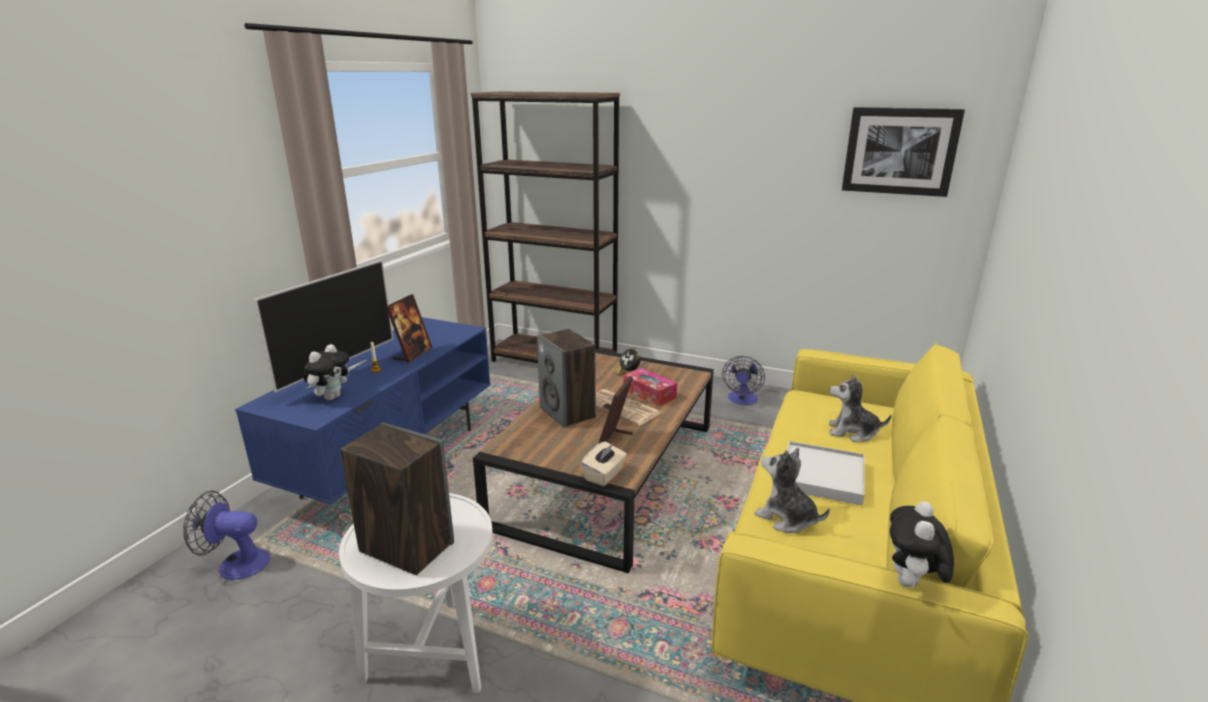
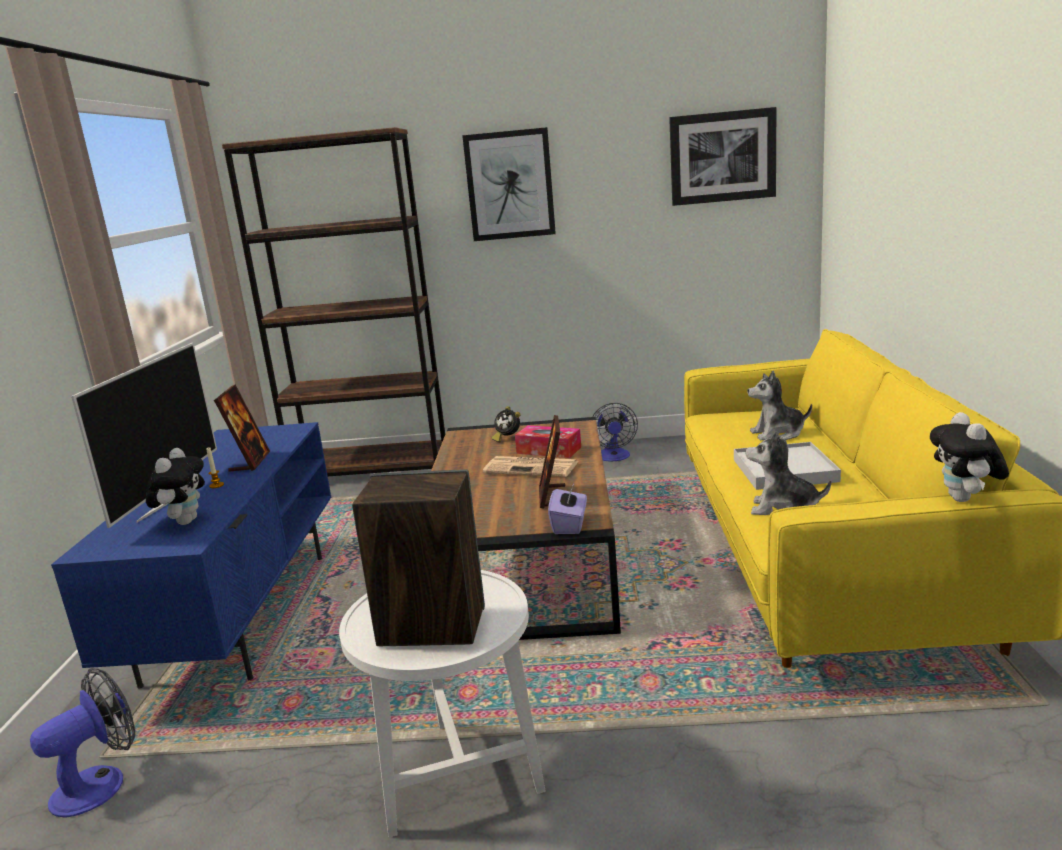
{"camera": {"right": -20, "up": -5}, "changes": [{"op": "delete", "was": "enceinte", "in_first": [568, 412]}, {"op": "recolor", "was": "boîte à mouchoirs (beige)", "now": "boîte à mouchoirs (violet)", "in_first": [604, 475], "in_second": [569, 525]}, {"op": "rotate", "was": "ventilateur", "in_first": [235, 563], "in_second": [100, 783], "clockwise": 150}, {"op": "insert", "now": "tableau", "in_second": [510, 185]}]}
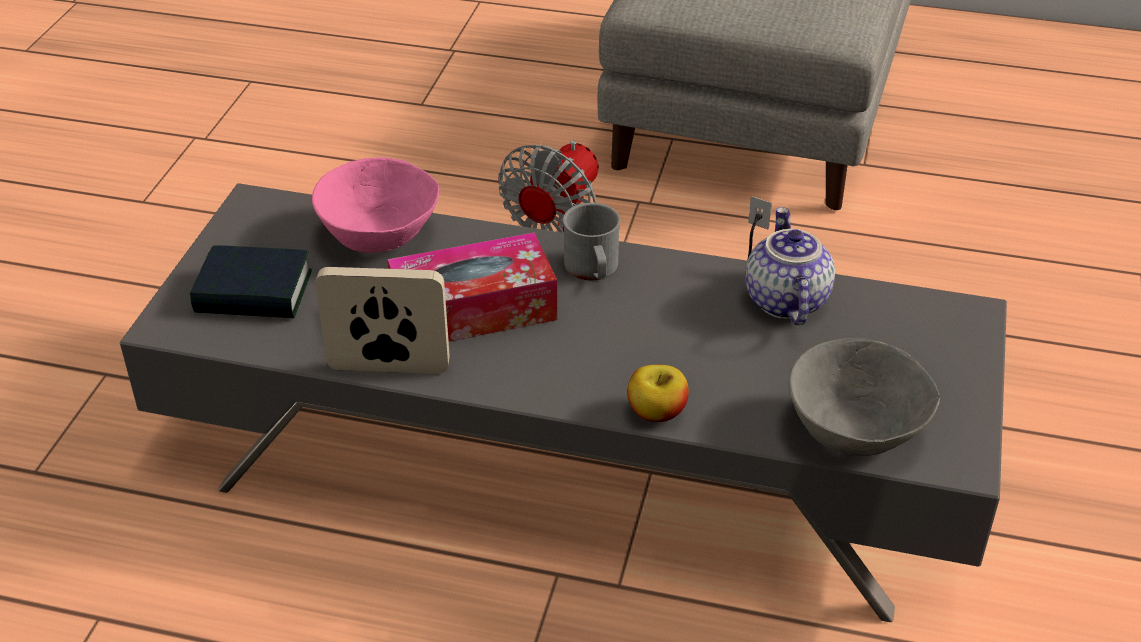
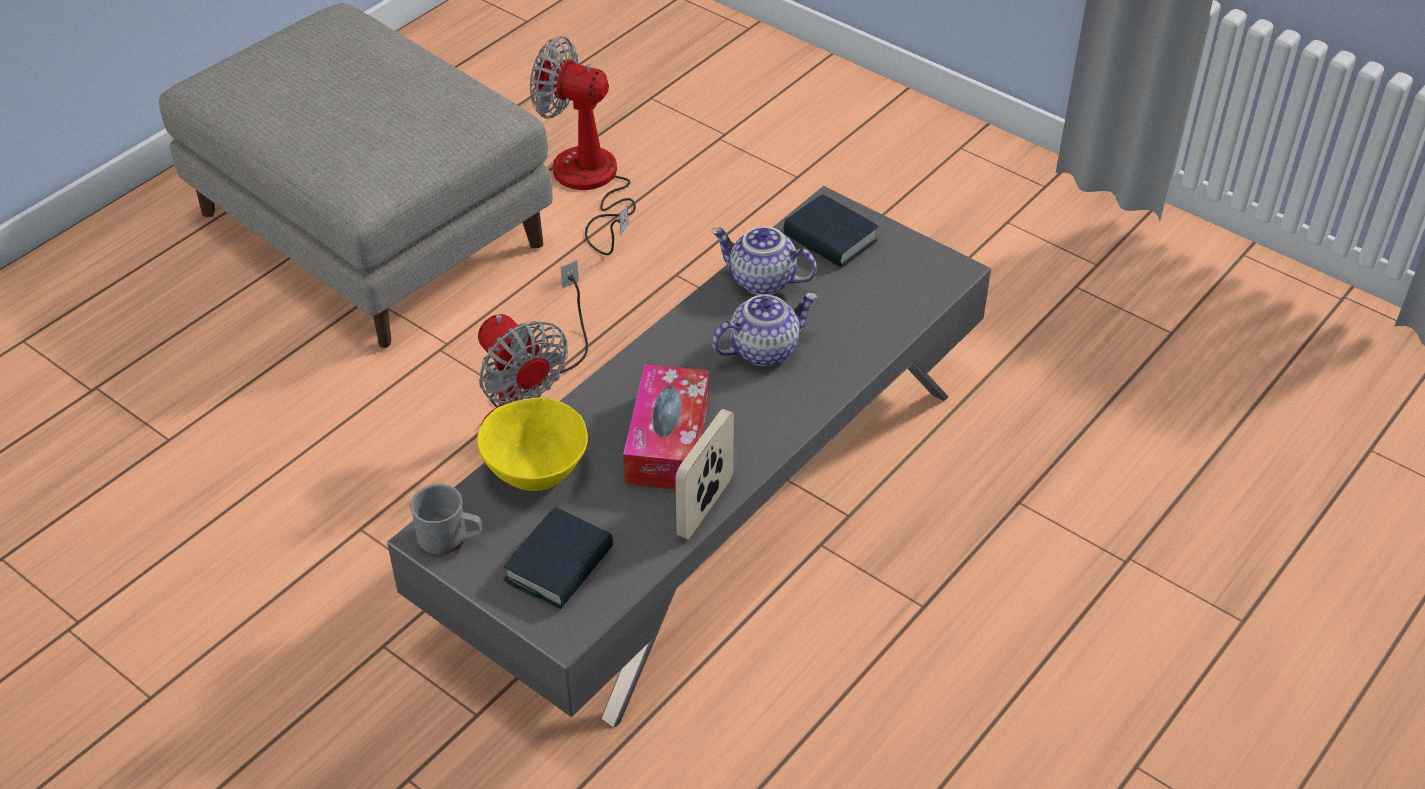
{"camera": {"right": -65, "up": 5}, "changes": [{"op": "recolor", "was": "bol (rose)", "now": "bol (jaune)", "in_first": [378, 237], "in_second": [537, 469]}, {"op": "move", "was": "mug (gris)", "in_first": [593, 270], "in_second": [450, 537]}, {"op": "delete", "was": "bol (gris)", "in_first": [853, 432]}, {"op": "delete", "was": "pomme", "in_first": [656, 412]}, {"op": "insert", "now": "ventilateur", "in_second": [590, 185]}, {"op": "insert", "now": "livre", "in_second": [830, 239]}, {"op": "insert", "now": "théière", "in_second": [764, 349]}]}
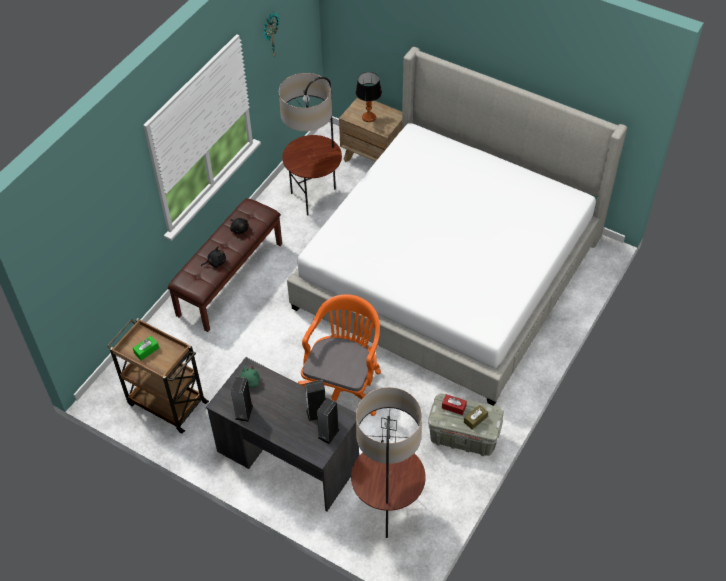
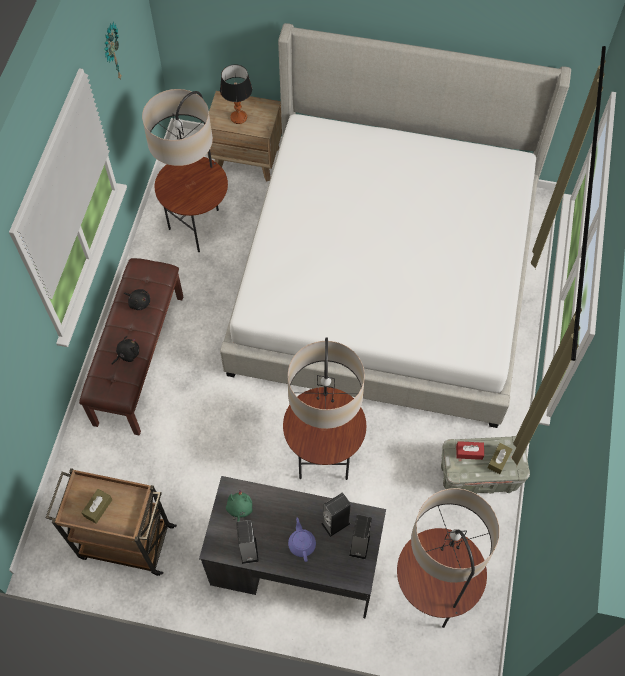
{"camera": {"right": -20, "up": 10}, "changes": [{"op": "replace", "was": "chaise de bureau (orange)", "now": "lampadaire", "in_first": [343, 386], "in_second": [323, 456]}, {"op": "recolor", "was": "boîte à mouchoirs (vert)", "now": "boîte à mouchoirs (marron)", "in_first": [146, 351], "in_second": [98, 508]}, {"op": "insert", "now": "théière (violet)", "in_second": [302, 544]}]}
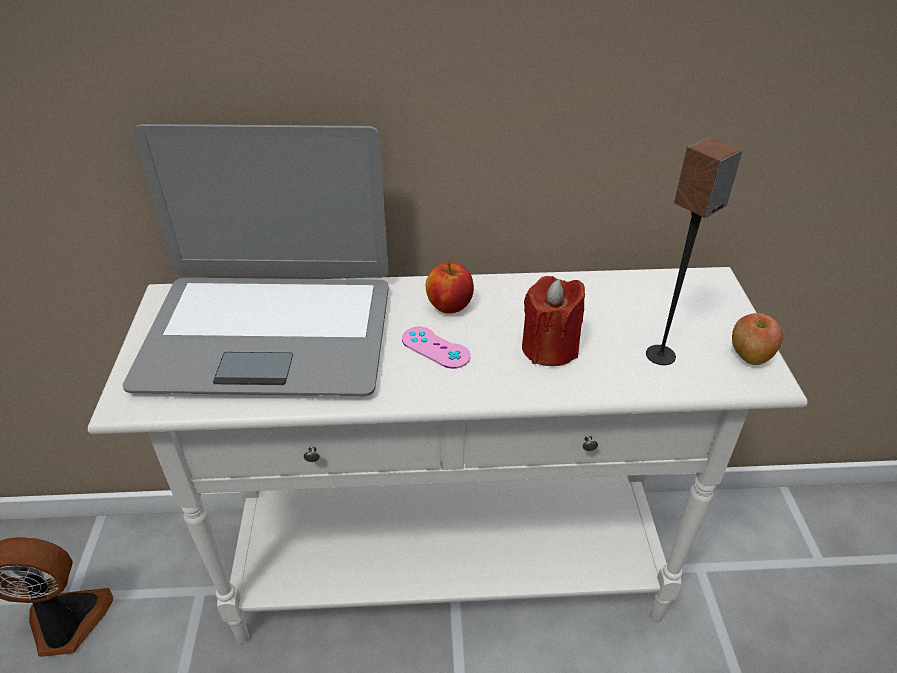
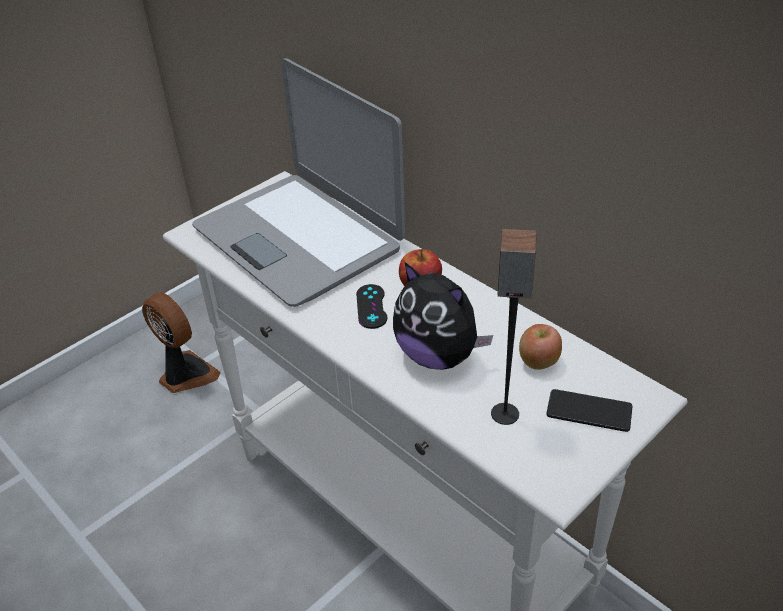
{"camera": {"right": 50, "up": 0}, "changes": [{"op": "replace", "was": "bougie (rouge)", "now": "peluche", "in_first": [549, 348], "in_second": [438, 355]}, {"op": "move", "was": "pomme", "in_first": [749, 356], "in_second": [538, 362]}, {"op": "recolor", "was": "manette (rose)", "now": "manette (noir)", "in_first": [435, 348], "in_second": [371, 306]}, {"op": "insert", "now": "téléphone", "in_second": [589, 411]}]}
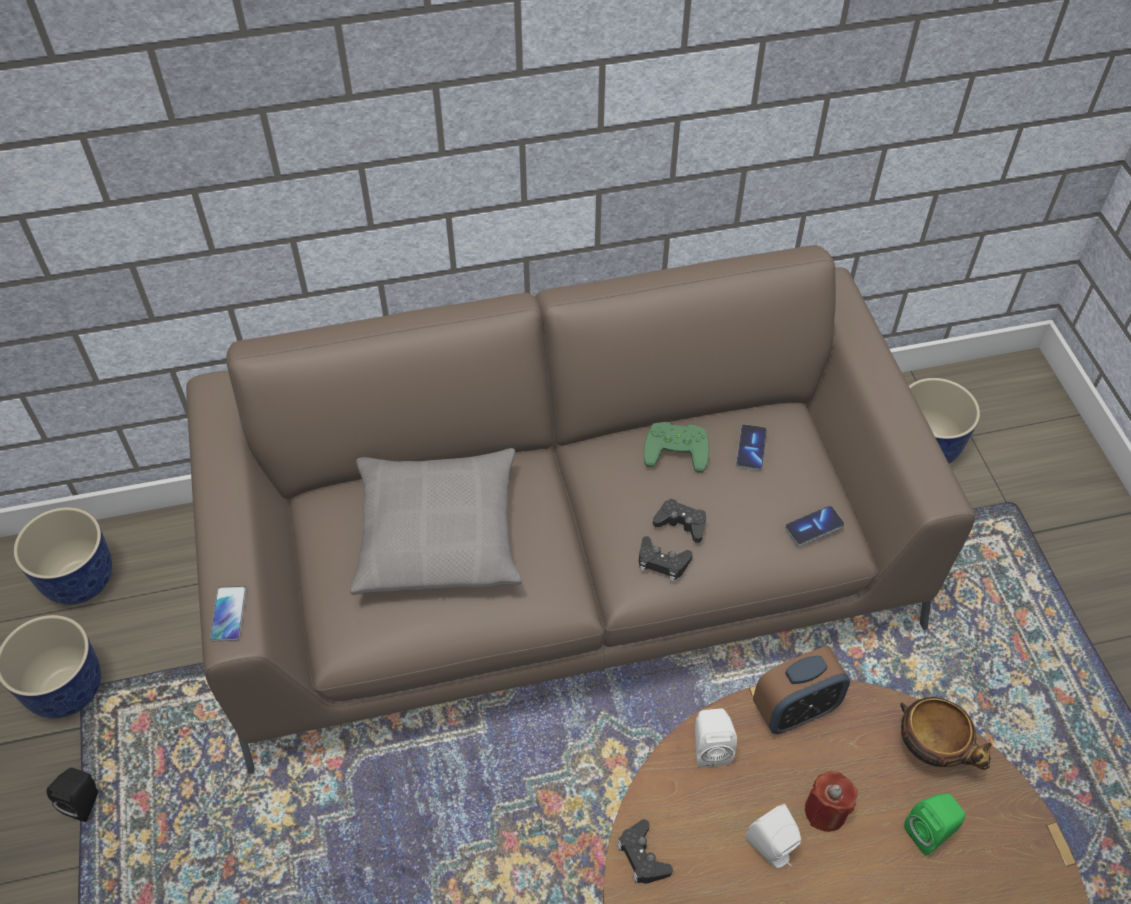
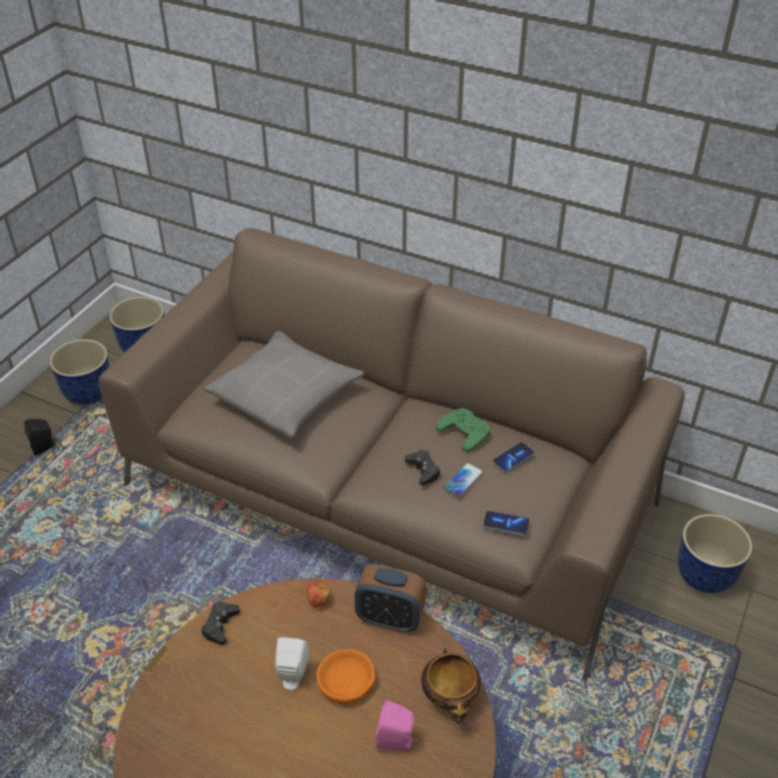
{"camera": {"right": 40, "up": -10}, "changes": [{"op": "delete", "was": "manette (noir)", "in_first": [662, 562]}, {"op": "move", "was": "téléphone", "in_first": [228, 614], "in_second": [463, 480]}, {"op": "replace", "was": "enceinte (blanc)", "now": "pomme", "in_first": [710, 747], "in_second": [318, 601]}, {"op": "replace", "was": "bougie (rouge)", "now": "bol (orange)", "in_first": [825, 811], "in_second": [346, 682]}, {"op": "recolor", "was": "enceinte (vert)", "now": "enceinte (rose)", "in_first": [930, 832], "in_second": [396, 741]}]}
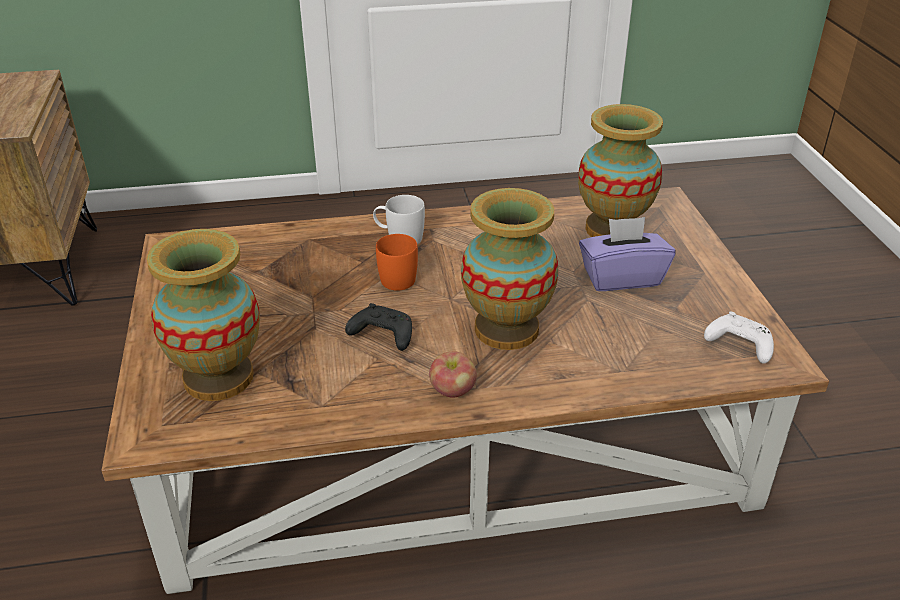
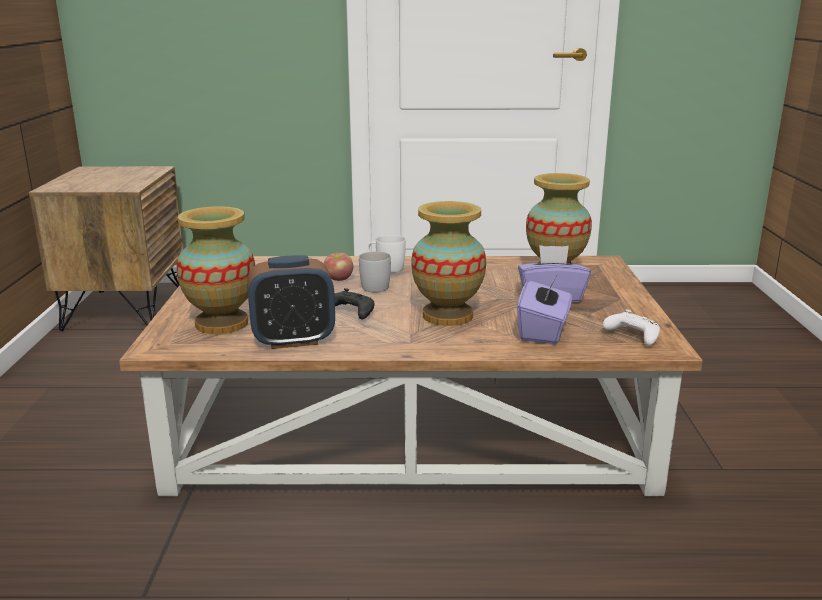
{"camera": {"right": 10, "up": -15}, "changes": [{"op": "recolor", "was": "mug (orange)", "now": "mug (blanc)", "in_first": [399, 276], "in_second": [377, 286]}, {"op": "move", "was": "pomme", "in_first": [453, 391], "in_second": [339, 279]}, {"op": "insert", "now": "réveil", "in_second": [293, 340]}, {"op": "insert", "now": "boîte à mouchoirs (violet)", "in_second": [543, 331]}]}
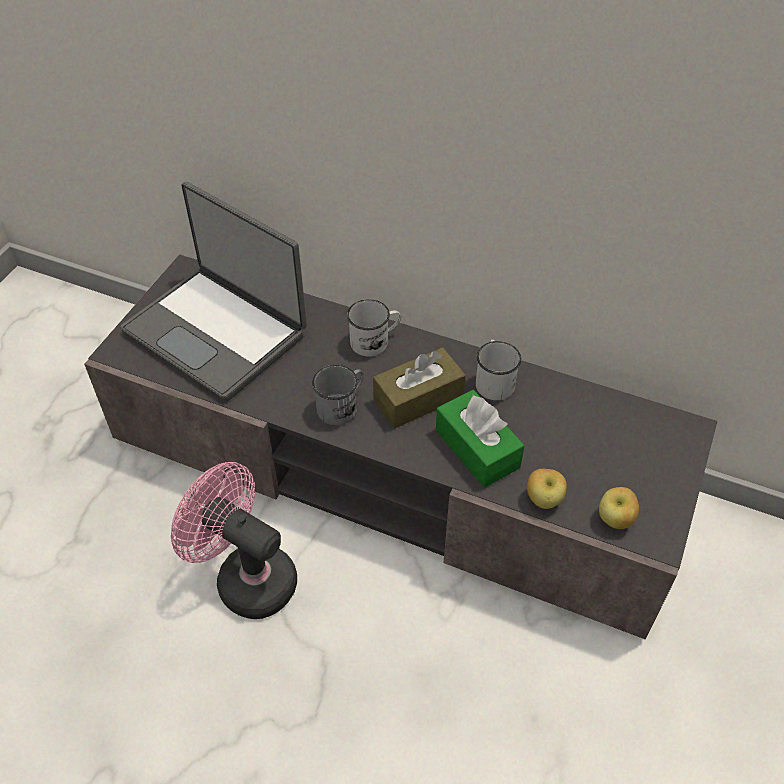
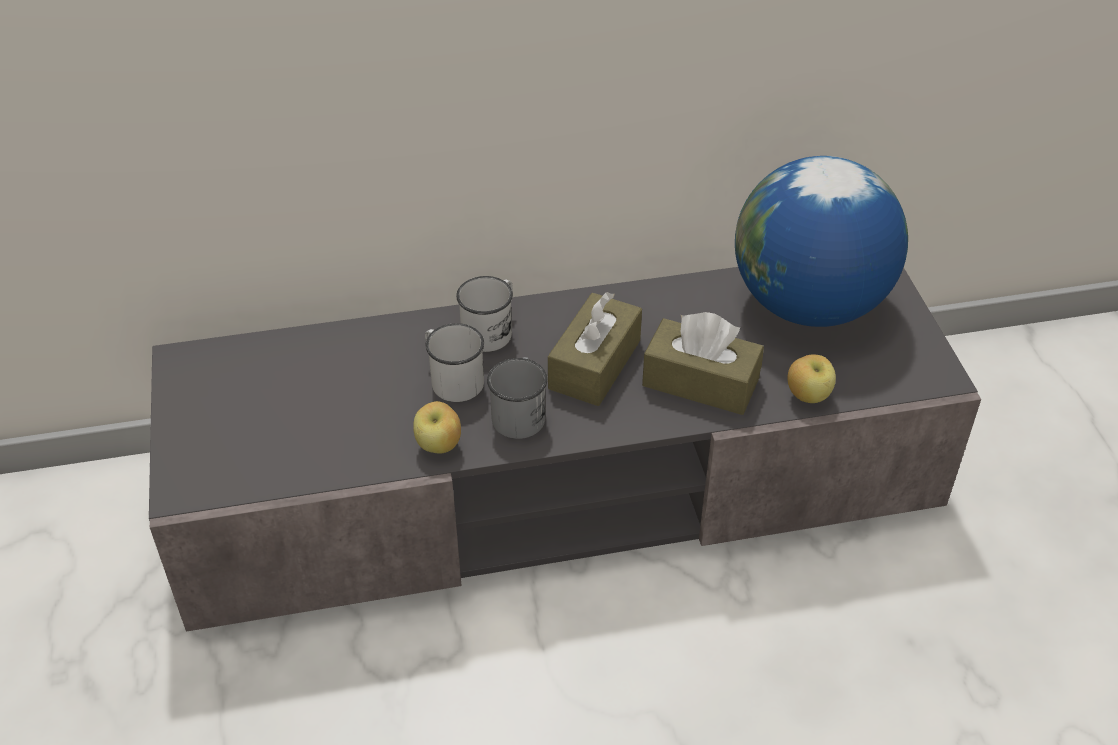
{"camera": {"right": -35, "up": -5}, "changes": [{"op": "delete", "was": "ordinateur portable", "in_first": [217, 332]}, {"op": "move", "was": "mug (blanc)", "in_first": [493, 380], "in_second": [452, 379]}, {"op": "recolor", "was": "boîte à mouchoirs (vert)", "now": "boîte à mouchoirs (marron)", "in_first": [477, 448], "in_second": [700, 382]}, {"op": "delete", "was": "ventilateur (rose)", "in_first": [246, 577]}, {"op": "move", "was": "pomme", "in_first": [615, 520], "in_second": [439, 446]}, {"op": "insert", "now": "globe", "in_second": [808, 304]}]}
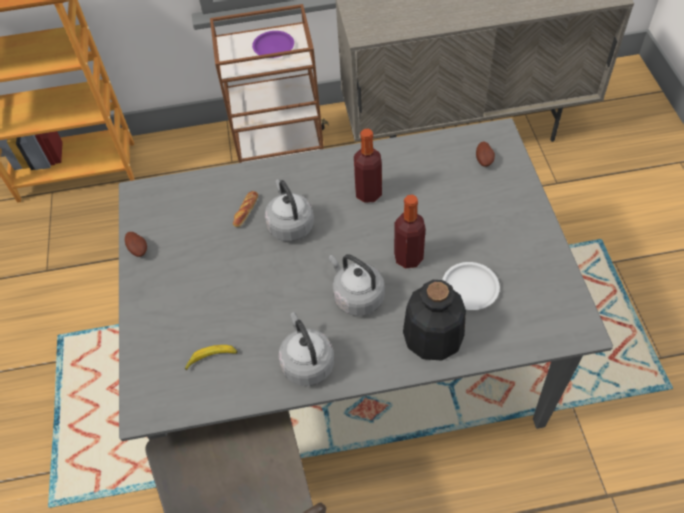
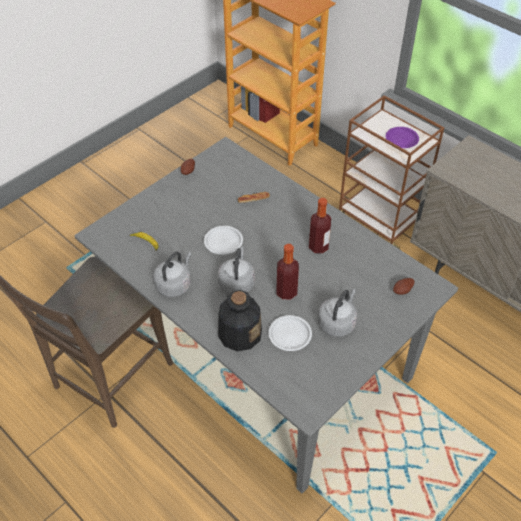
{"camera": {"right": 50, "up": -5}, "changes": [{"op": "move", "was": "bouilloire (gris)", "in_first": [290, 224], "in_second": [337, 322]}, {"op": "insert", "now": "assiette (blanc)", "in_second": [223, 242]}]}
